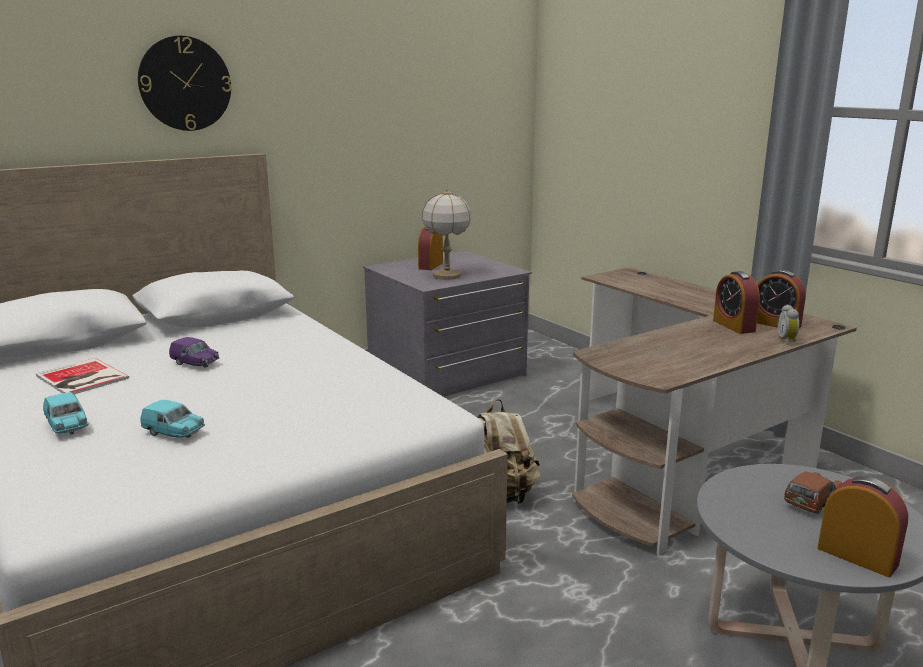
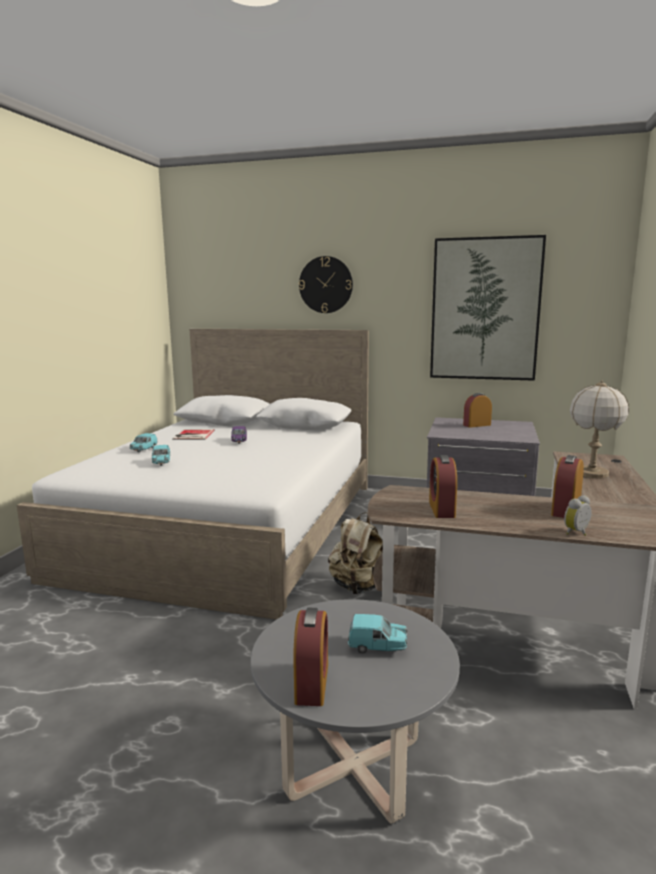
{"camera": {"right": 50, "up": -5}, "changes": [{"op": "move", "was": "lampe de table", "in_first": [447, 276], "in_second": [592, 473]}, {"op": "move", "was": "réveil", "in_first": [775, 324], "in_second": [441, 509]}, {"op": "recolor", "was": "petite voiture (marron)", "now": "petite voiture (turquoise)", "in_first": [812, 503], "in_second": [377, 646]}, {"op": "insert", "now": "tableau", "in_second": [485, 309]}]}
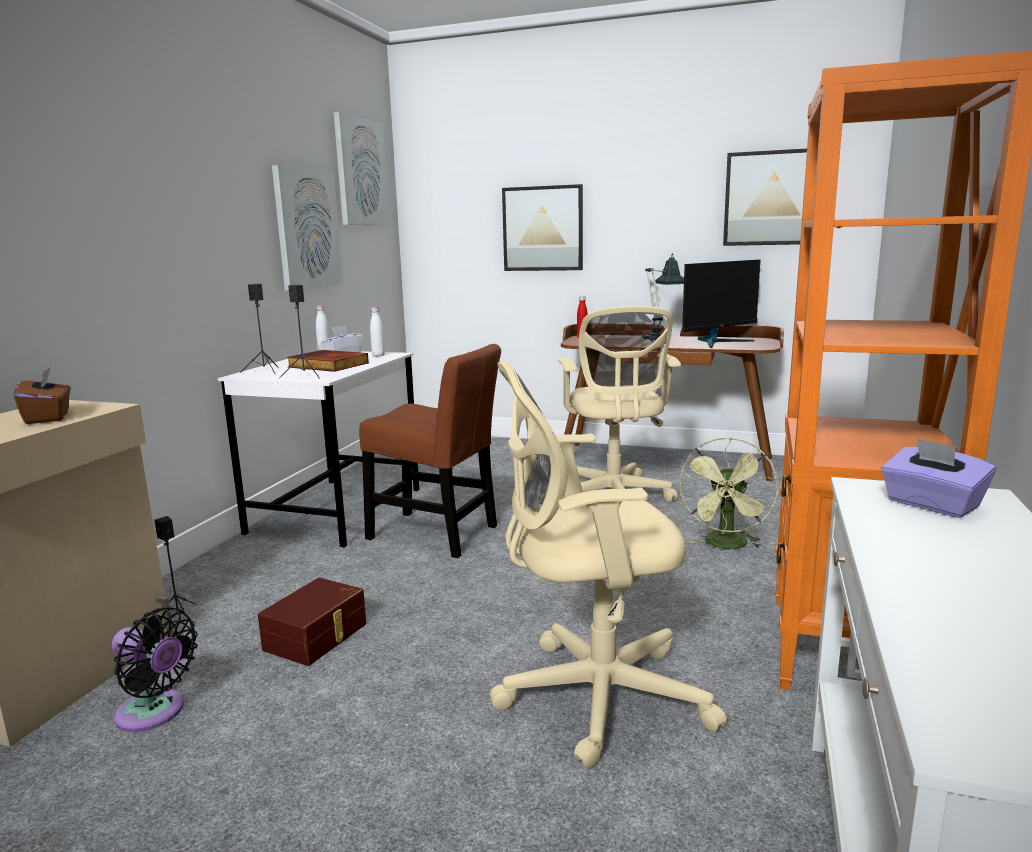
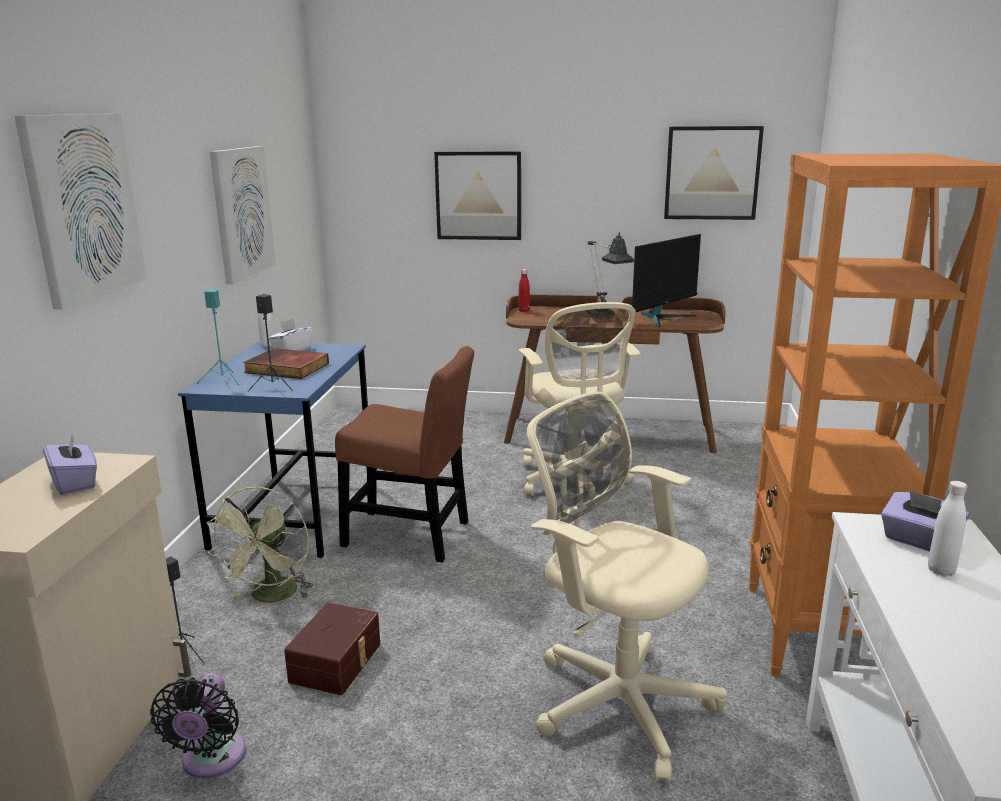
{"camera": {"right": -10, "up": 5}, "changes": [{"op": "move", "was": "tableau", "in_first": [360, 172], "in_second": [83, 206]}, {"op": "recolor", "was": "enceinte (noir)", "now": "enceinte (turquoise)", "in_first": [265, 371], "in_second": [223, 380]}, {"op": "move", "was": "bouteille (blanc)", "in_first": [378, 356], "in_second": [941, 571]}, {"op": "recolor", "was": "bureau (blanc)", "now": "bureau (bleu)", "in_first": [336, 511], "in_second": [295, 513]}, {"op": "rotate", "was": "chaise de bureau (beige)", "in_first": [592, 696], "in_second": [616, 699], "clockwise": 60}, {"op": "recolor", "was": "boîte à mouchoirs (marron)", "now": "boîte à mouchoirs (violet)", "in_first": [49, 417], "in_second": [75, 482]}, {"op": "move", "was": "ventilateur (vert)", "in_first": [726, 546], "in_second": [271, 597]}, {"op": "rotate", "was": "ventilateur (noir)", "in_first": [155, 713], "in_second": [211, 760], "clockwise": 75}]}
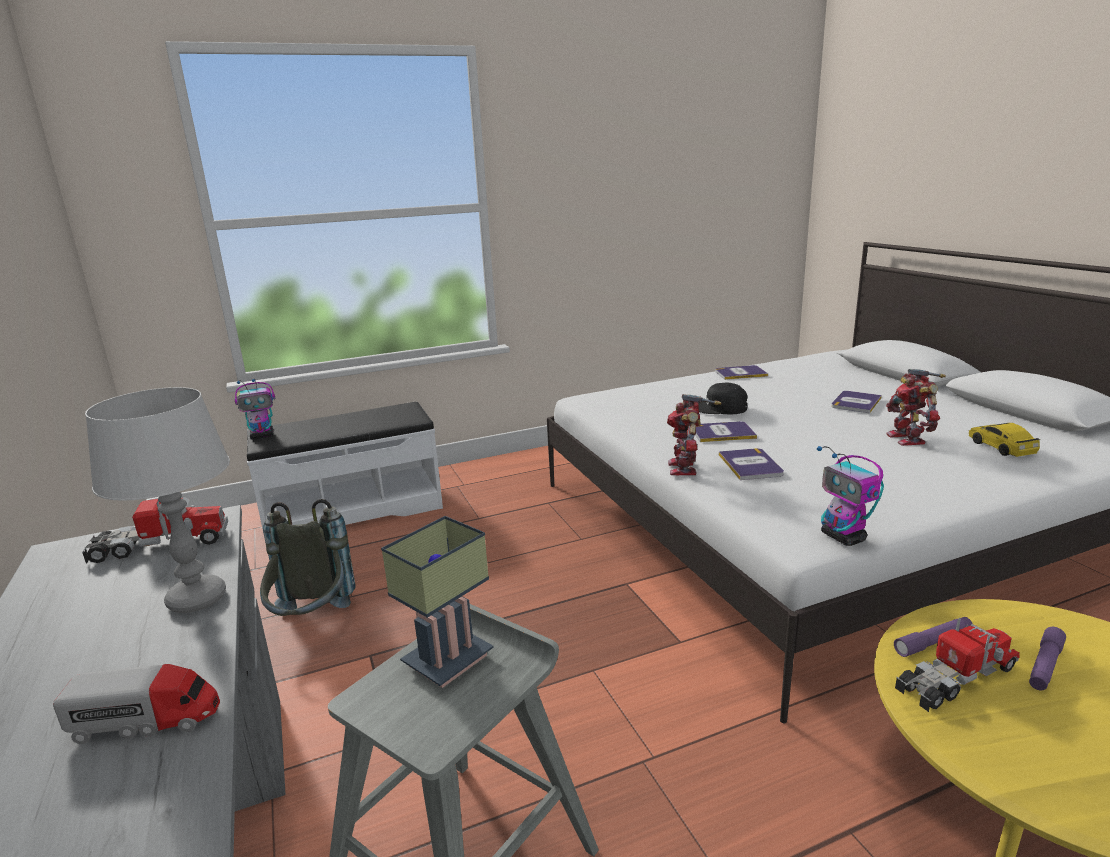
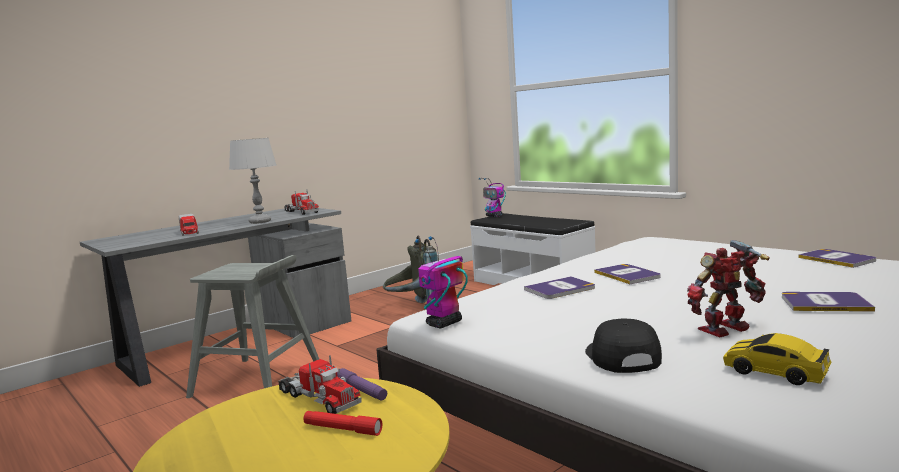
{"camera": {"right": 70, "up": -10}, "changes": [{"op": "move", "was": "casquette (noir)", "in_first": [720, 407], "in_second": [621, 356]}, {"op": "delete", "was": "robot jouet", "in_first": [685, 468]}, {"op": "rotate", "was": "petite voiture", "in_first": [1001, 448], "in_second": [775, 373], "clockwise": -105}, {"op": "delete", "was": "lampe de table", "in_first": [448, 663]}, {"op": "recolor", "was": "lampe de poche (violet)", "now": "lampe de poche (rouge)", "in_first": [1045, 665], "in_second": [342, 429]}]}
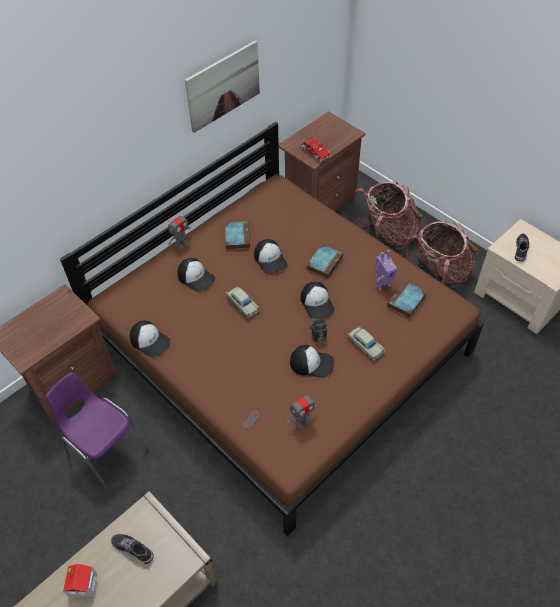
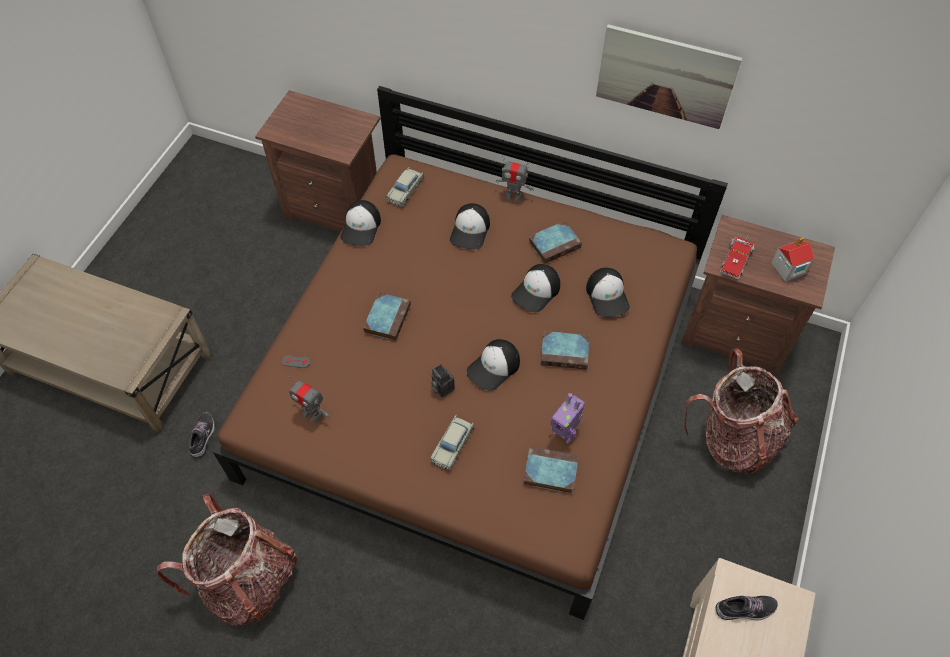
{"camera": {"right": 65, "up": 5}, "changes": [{"op": "move", "was": "sac à dos", "in_first": [439, 273], "in_second": [248, 580]}, {"op": "move", "was": "petite voiture (beige)", "in_first": [243, 304], "in_second": [405, 191]}, {"op": "move", "was": "casquette", "in_first": [312, 363], "in_second": [607, 296]}, {"op": "delete", "was": "chaise (violet)", "in_first": [106, 452]}, {"op": "move", "was": "chaussure", "in_first": [133, 549], "in_second": [203, 436]}, {"op": "move", "was": "maison miniature", "in_first": [83, 586], "in_second": [788, 268]}, {"op": "insert", "now": "livre", "in_second": [387, 318]}]}
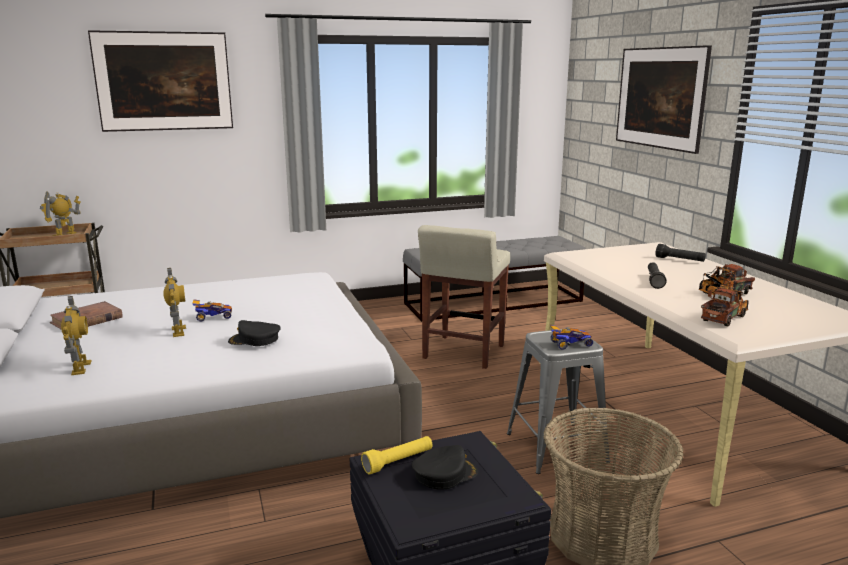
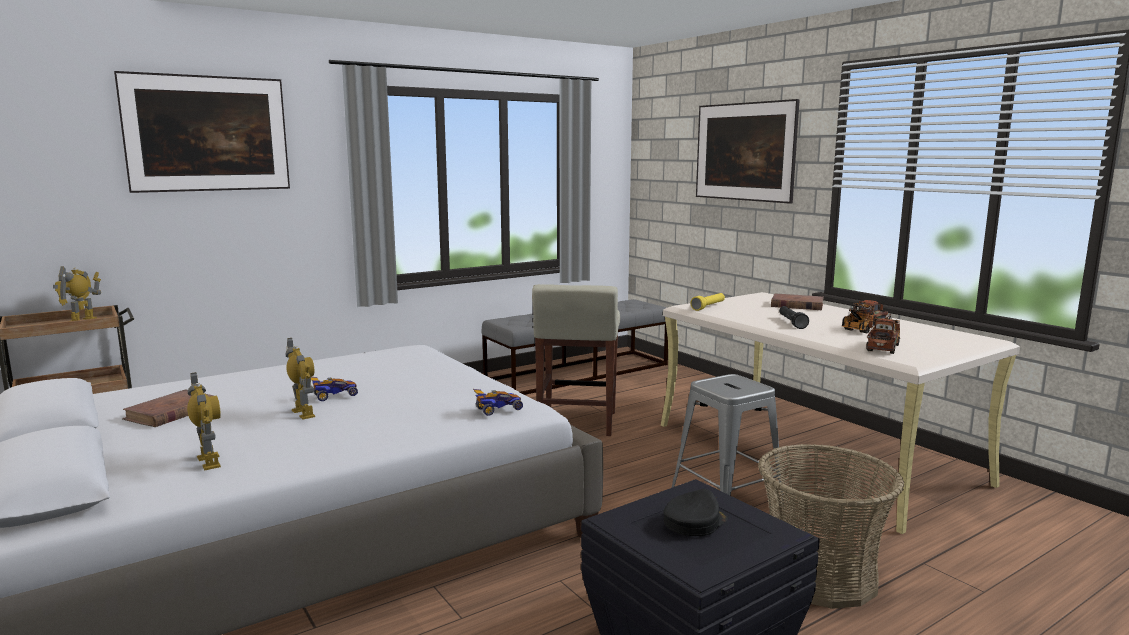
{"camera": {"right": -15, "up": -5}, "changes": [{"op": "replace", "was": "lampe de poche (noir)", "now": "livre (marron)", "in_first": [679, 260], "in_second": [796, 305]}, {"op": "delete", "was": "casquette (noir)", "in_first": [254, 339]}, {"op": "move", "was": "petite voiture", "in_first": [570, 344], "in_second": [498, 410]}, {"op": "move", "was": "lampe de poche (jaune)", "in_first": [398, 462], "in_second": [708, 307]}]}
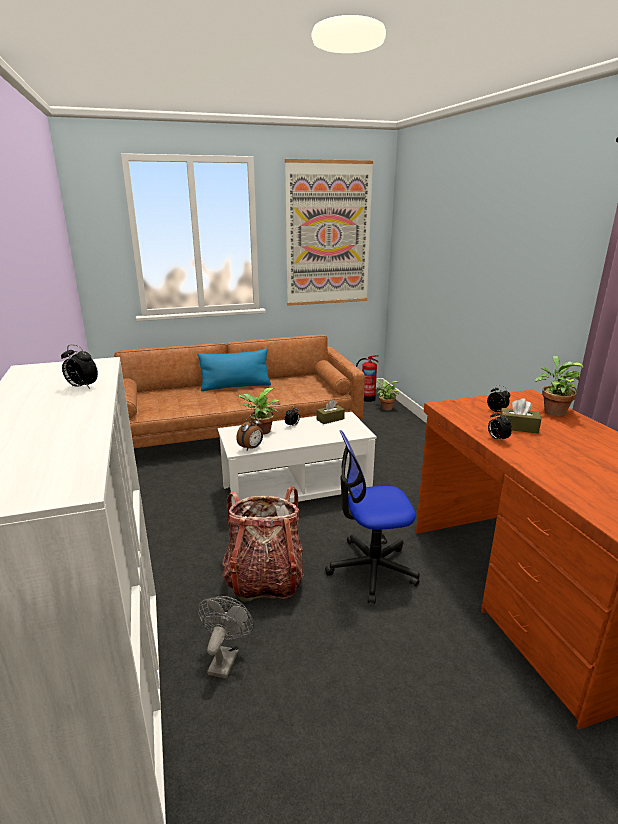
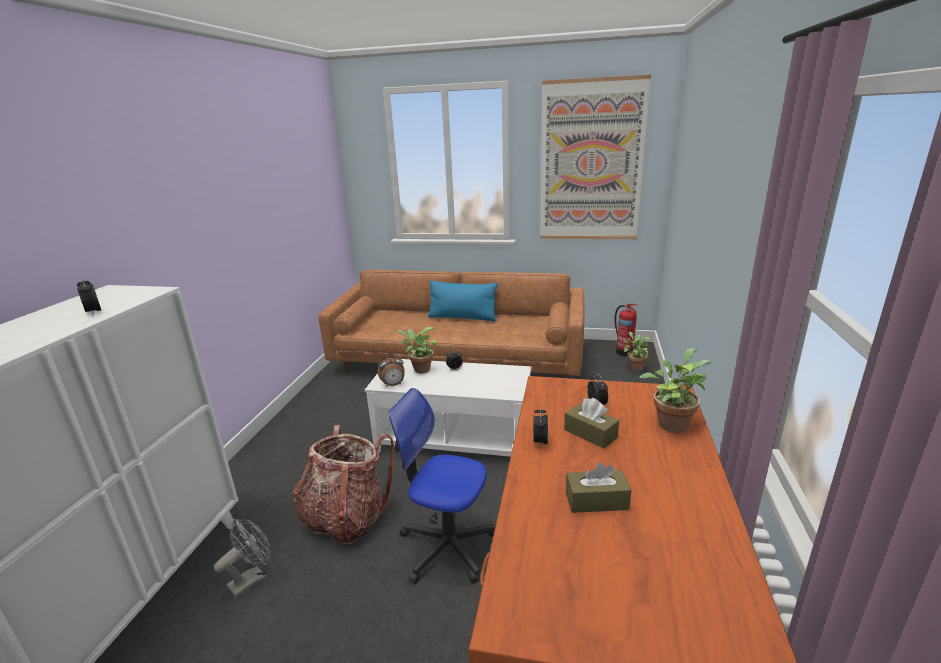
{"camera": {"right": 30, "up": 0}, "changes": [{"op": "move", "was": "boîte à mouchoirs (marron)", "in_first": [330, 419], "in_second": [596, 501]}]}
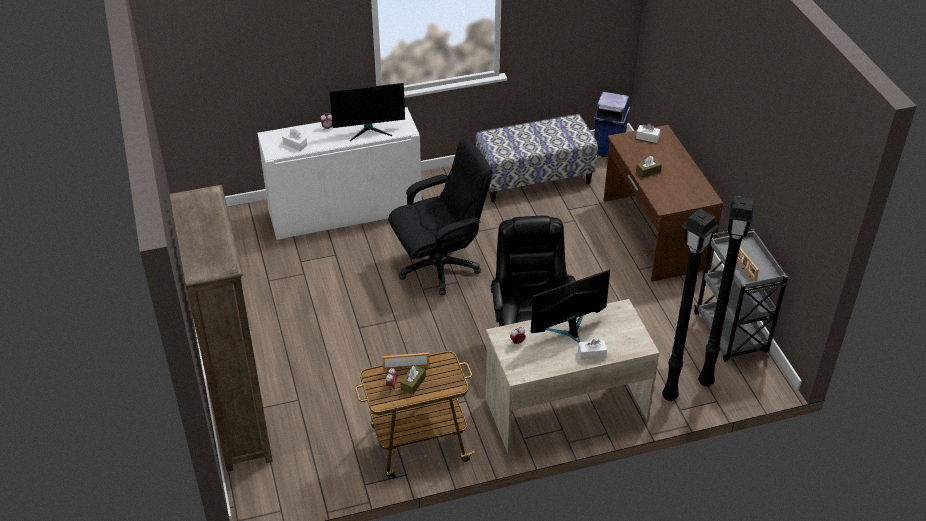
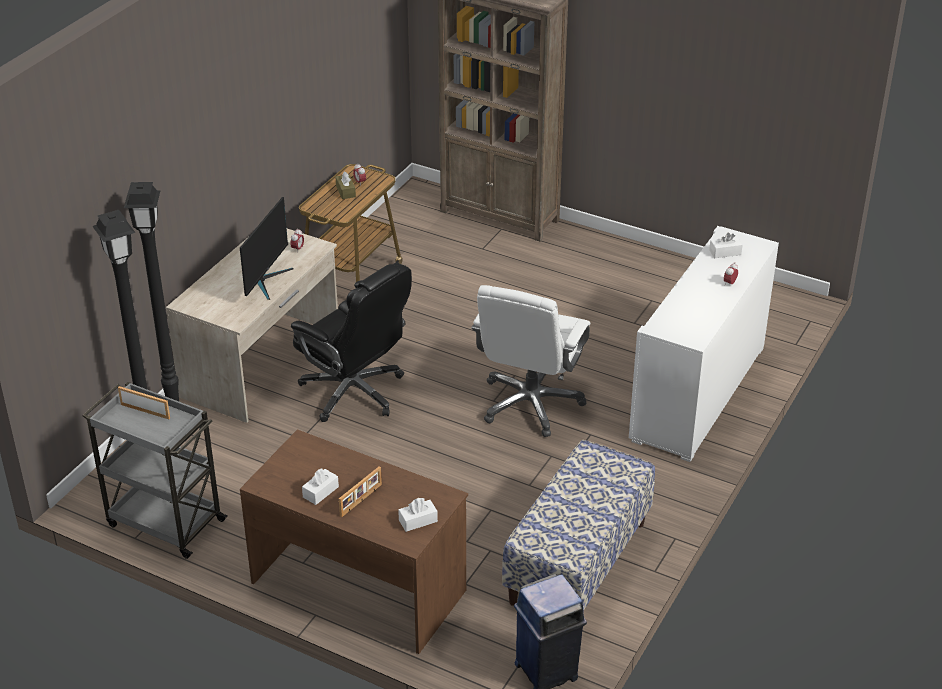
{"camera": {"right": 135, "up": -5}, "changes": [{"op": "delete", "was": "écran d'ordinateur", "in_first": [369, 130]}, {"op": "recolor", "was": "chaise de bureau (noir)", "now": "chaise de bureau (blanc)", "in_first": [440, 266], "in_second": [530, 403]}, {"op": "delete", "was": "boîte à mouchoirs (marron)", "in_first": [648, 171]}, {"op": "move", "was": "boîte à mouchoirs (blanc)", "in_first": [591, 353], "in_second": [320, 492]}, {"op": "move", "was": "cadre photo", "in_first": [406, 367], "in_second": [361, 500]}]}
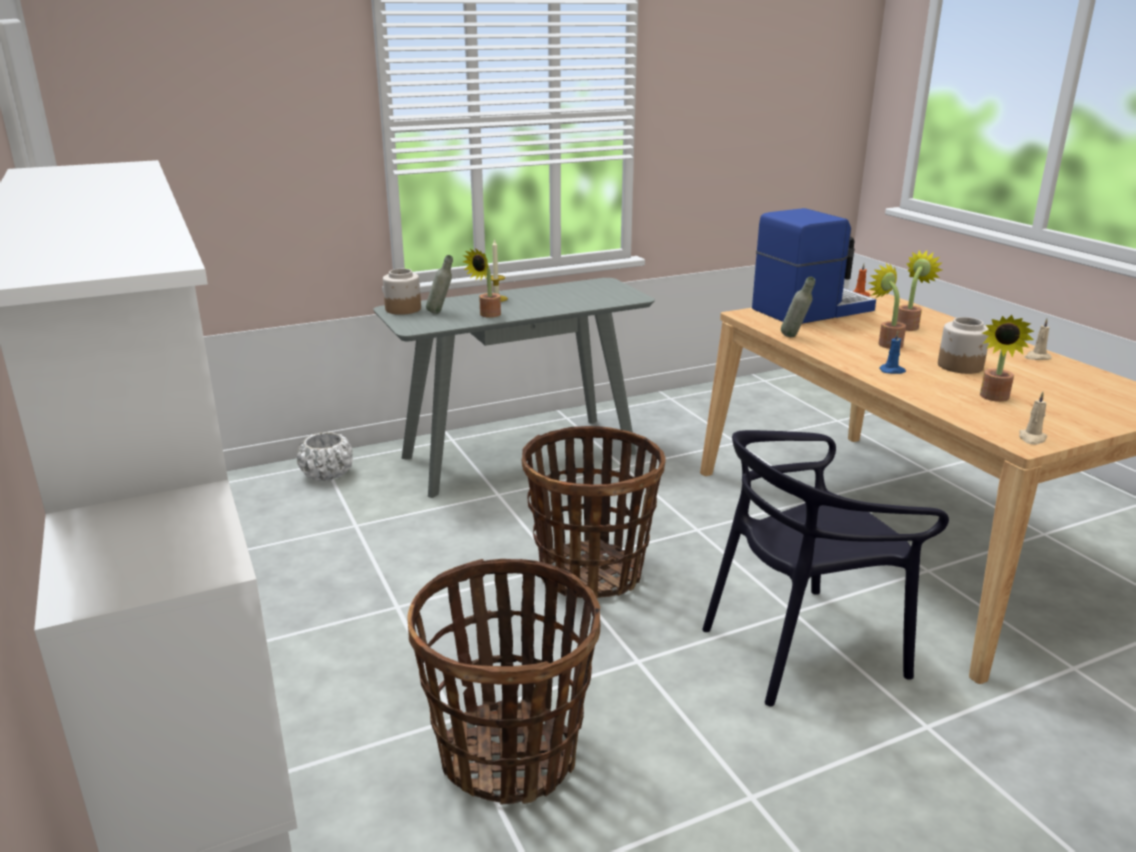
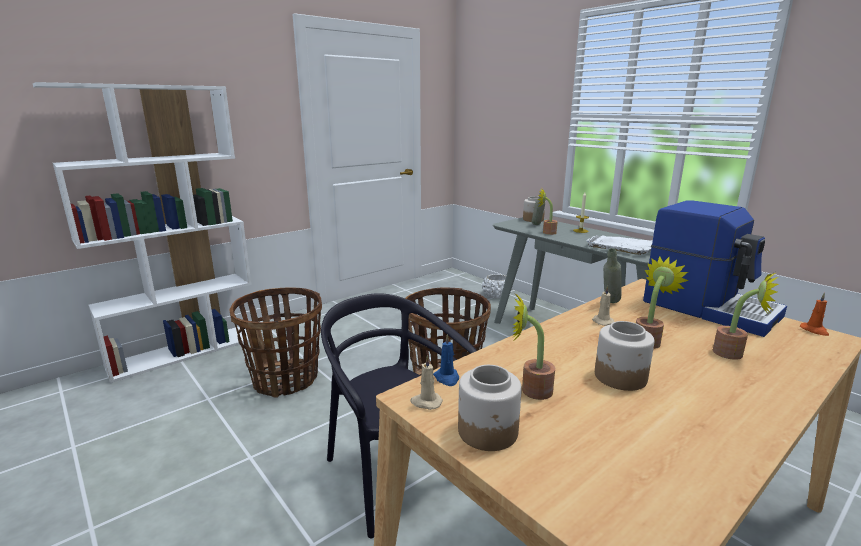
{"camera": {"right": 75, "up": -5}, "changes": [{"op": "move", "was": "bougie (beige)", "in_first": [1037, 357], "in_second": [602, 321]}, {"op": "move", "was": "bougie (bleu)", "in_first": [892, 371], "in_second": [447, 378]}, {"op": "insert", "now": "plateau (blanc)", "in_second": [623, 246]}, {"op": "insert", "now": "bocal", "in_second": [488, 432]}]}
